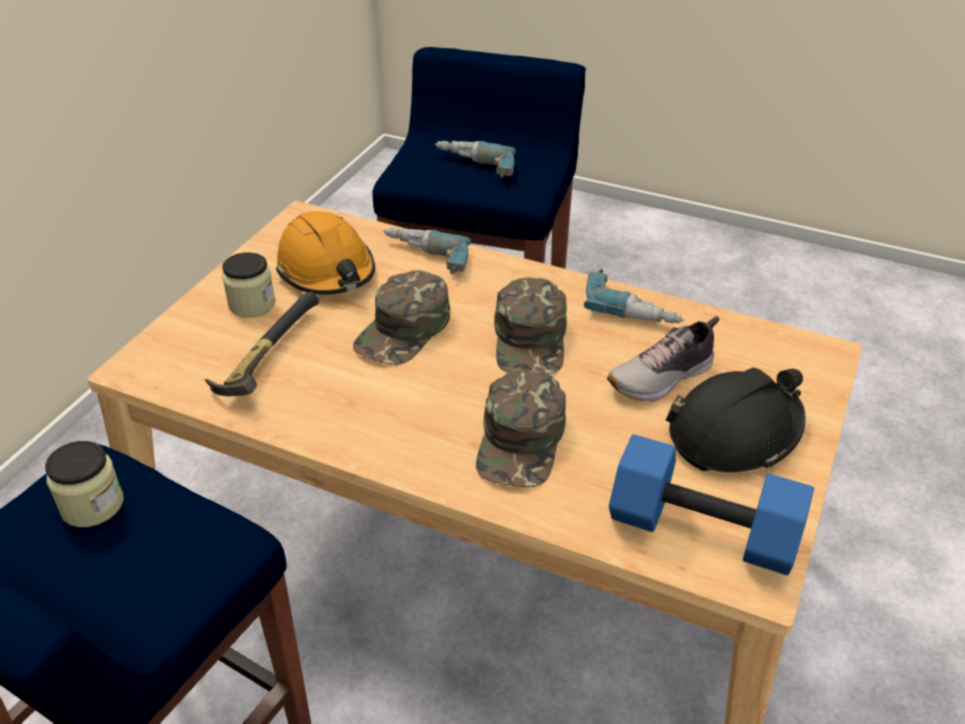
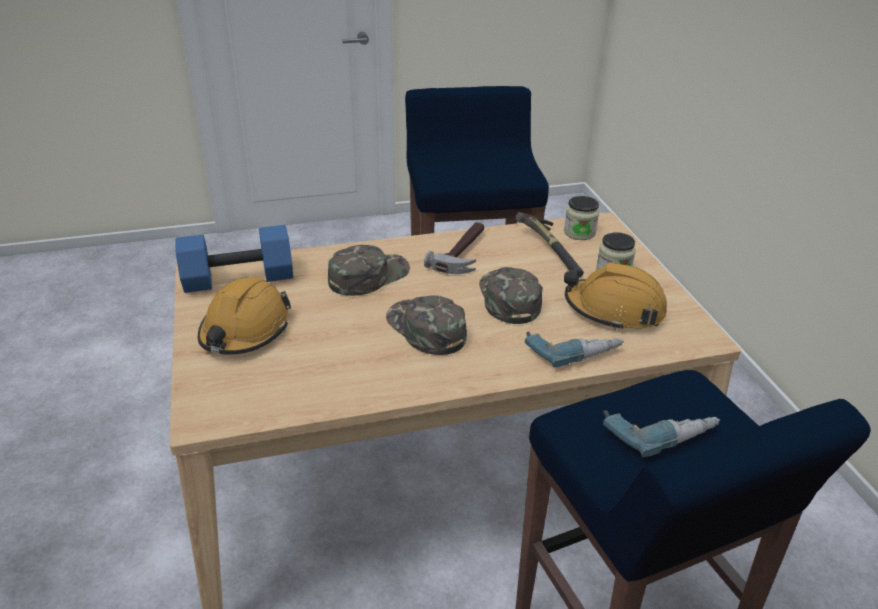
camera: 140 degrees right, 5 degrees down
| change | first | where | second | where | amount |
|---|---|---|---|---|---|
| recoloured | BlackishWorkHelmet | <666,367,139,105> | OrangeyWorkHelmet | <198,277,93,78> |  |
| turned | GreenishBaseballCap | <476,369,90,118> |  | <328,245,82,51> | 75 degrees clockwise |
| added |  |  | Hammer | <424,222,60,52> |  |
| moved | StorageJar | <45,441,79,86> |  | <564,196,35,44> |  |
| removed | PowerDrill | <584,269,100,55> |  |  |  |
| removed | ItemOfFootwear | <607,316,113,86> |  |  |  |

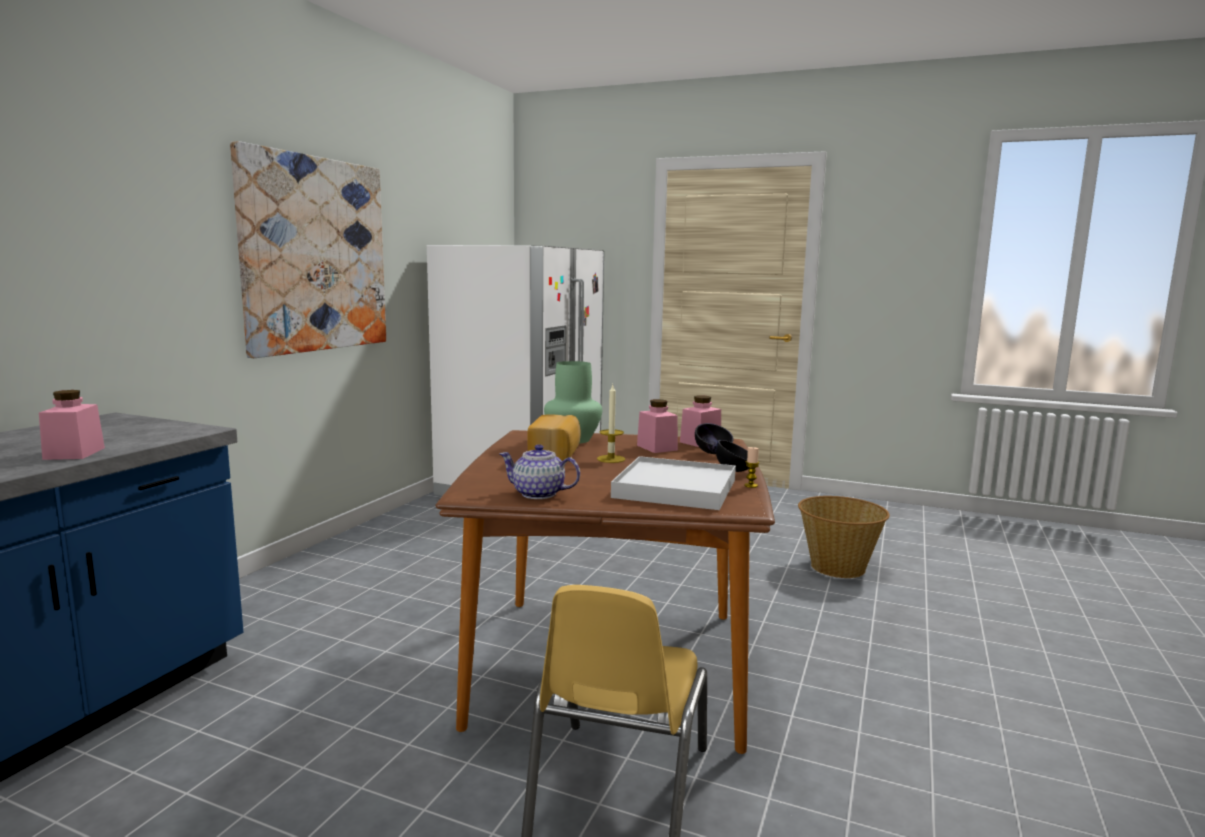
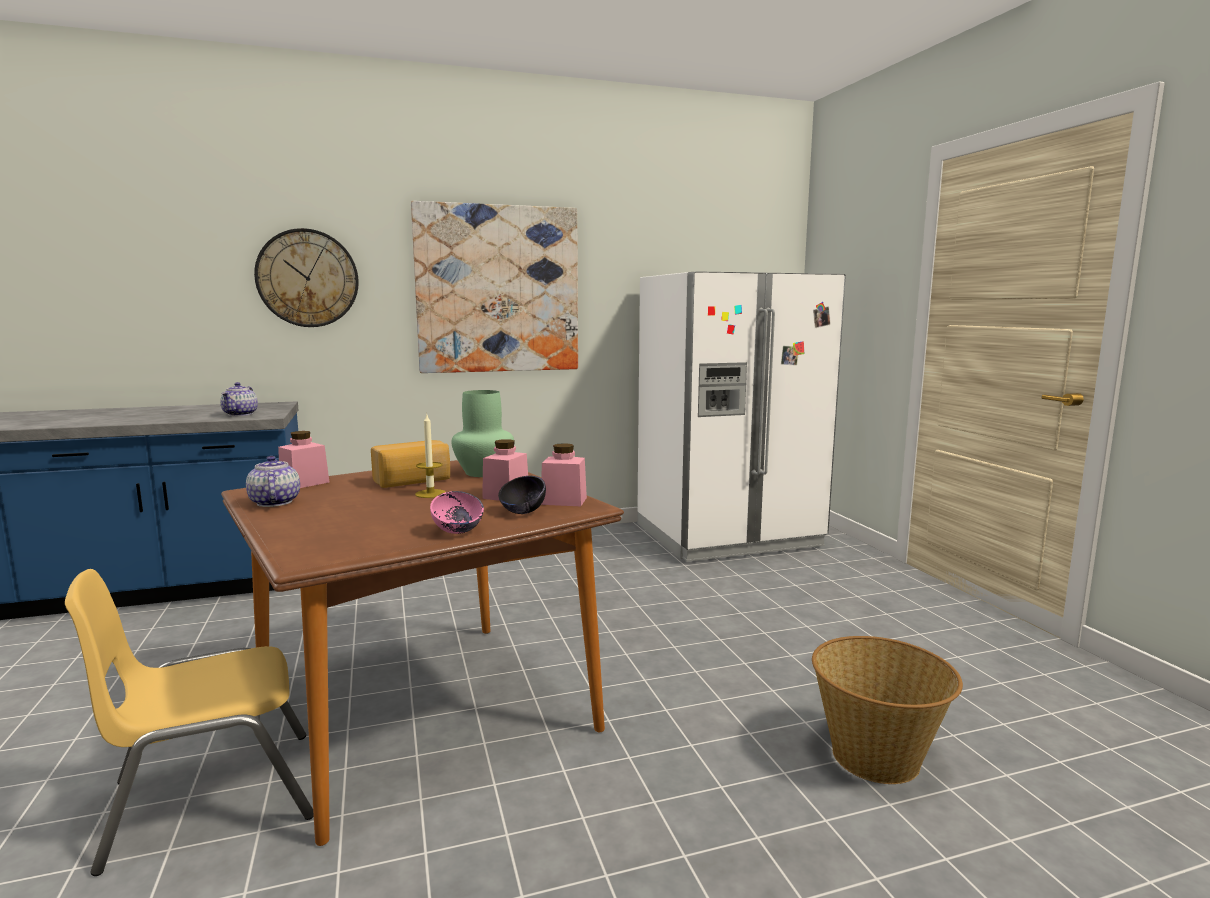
camera: 50 degrees right, 0 degrees up
| change | first | where | second | where | amount |
|---|---|---|---|---|---|
| added |  |  | TeaPot | <220,382,38,34> |  |
| added |  |  | HangingClock | <254,228,105,99> |  |
| moved | PinkColouredStorageJar | <39,390,66,70> |  | <278,431,51,57> |  |
| recoloured | BlackishBowl | <716,440,33,32> | PinkColouredBowl | <430,491,54,43> |  |
| removed | WhiteServingTray | <611,456,125,54> |  |  |  |
| removed | WaxLight | <744,447,15,41> |  |  |  |

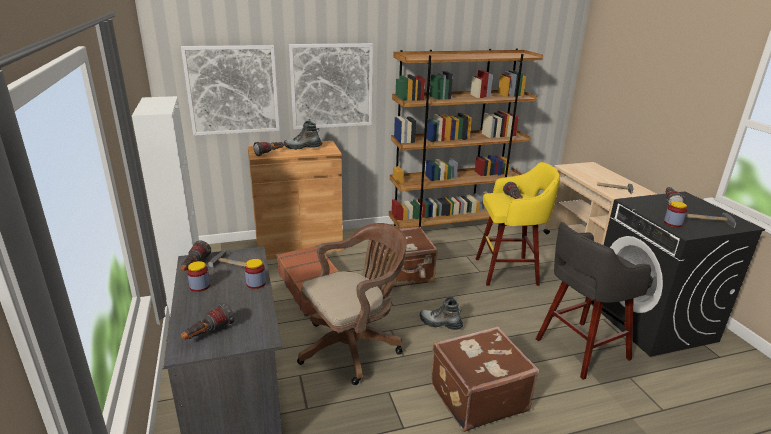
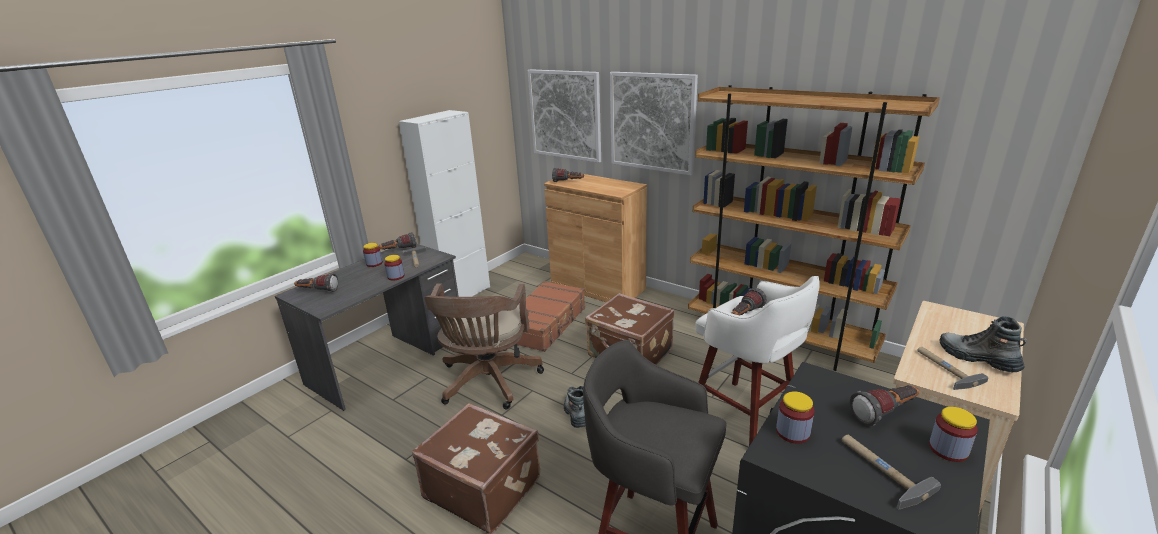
camera: 55 degrees right, 0 degrees up
| change | first | where | second | where | amount |
|---|---|---|---|---|---|
| turned | BrownColouredDeskChair | <297,223,110,162> |  | <424,284,120,126> | 75 degrees clockwise |
| recoloured | YellowStoolSeat | <476,162,84,124> | WhiteStoolSeat | <695,276,125,170> |  |
| added |  |  | StorageJar | <929,407,49,55> |  |
| moved | TallBoot | <284,121,38,29> |  | <940,316,87,56> |  |

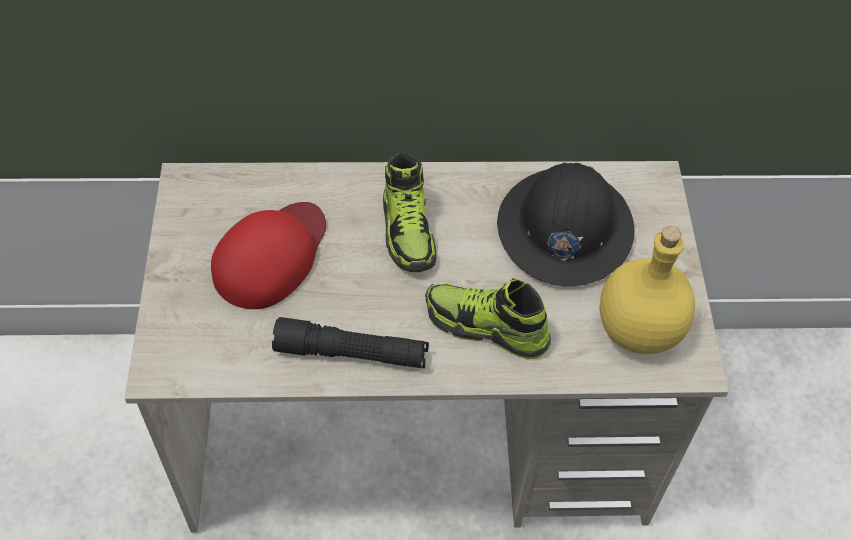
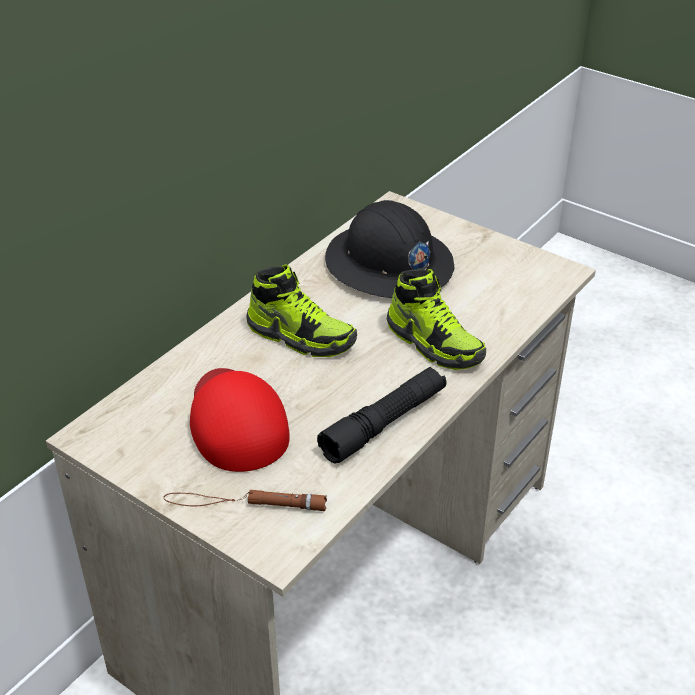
camera: 50 degrees left, 15 degrees down
| change | first | where | second | where | amount |
|---|---|---|---|---|---|
| added |  |  | BrownColouredTorch | <164,490,163,21> |  |
| turned | ItemOfFootwear | <425,278,126,81> |  | <387,269,99,101> | 105 degrees counterclockwise |
| removed | YellowBottle | <600,226,95,128> |  |  |  |

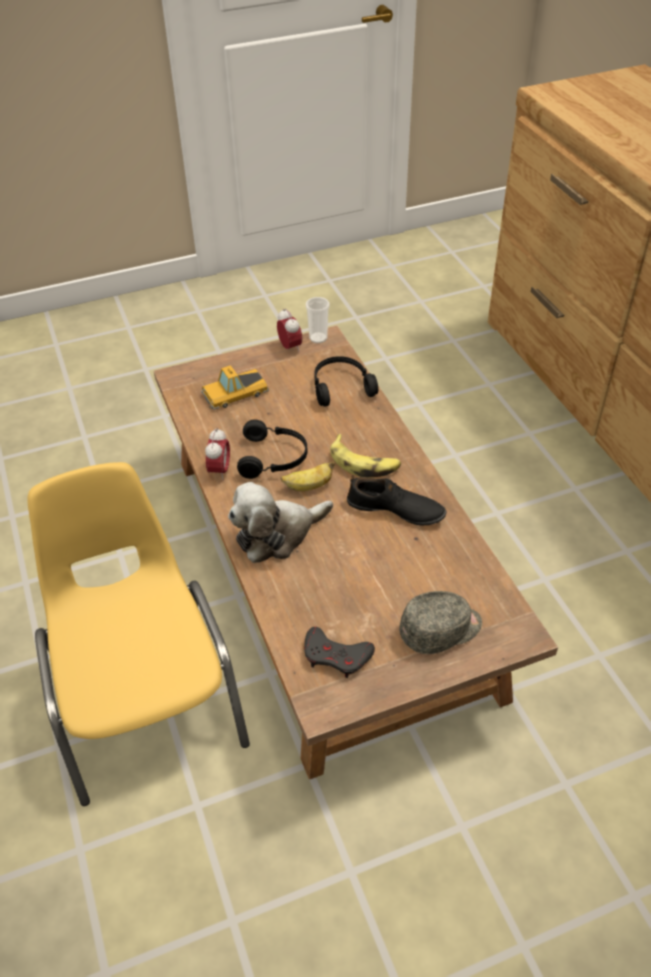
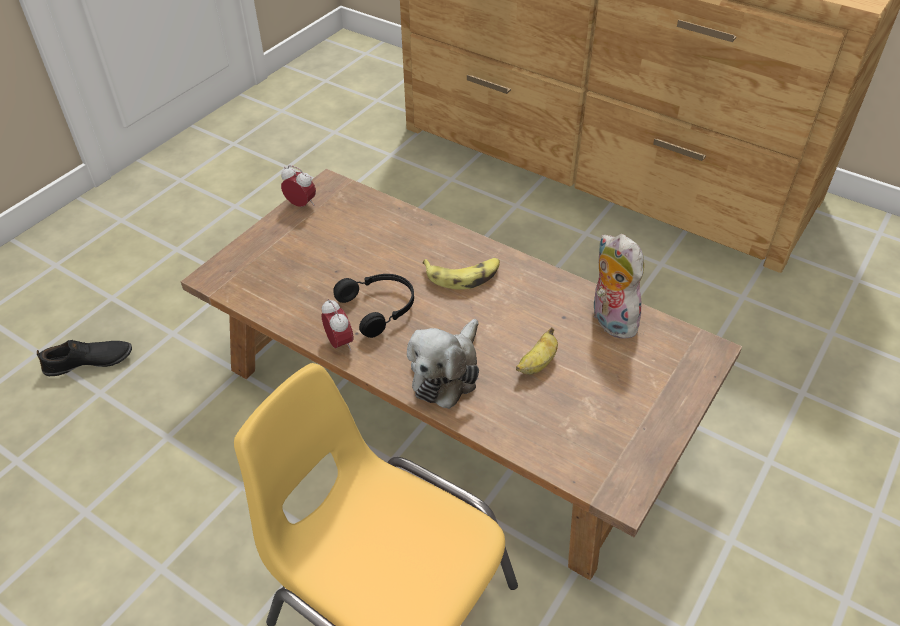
camera: 35 degrees left, 0 degrees up
| change | first | where | second | where | amount |
|---|---|---|---|---|---|
| moved | BlackishItemOfFootwear | <347,475,99,50> |  | <37,340,95,36> |  |
| moved | WholeBanana | <280,461,55,30> |  | <516,328,42,47> |  |
| added |  |  | CuddlyToy | <592,234,52,105> |  |
| removed | ModelCar | <201,365,68,45> |  |  |  |
| removed | GreyishGameController | <304,627,71,51> |  |  |  |
| removed | DrinkingCup | <306,297,24,46> |  |  |  |
| removed | BlackishPairOfHeadphones | <314,356,64,50> |  |  |  |
| removed | GreyishBaseballCap | <399,591,83,63> |  |  |  |

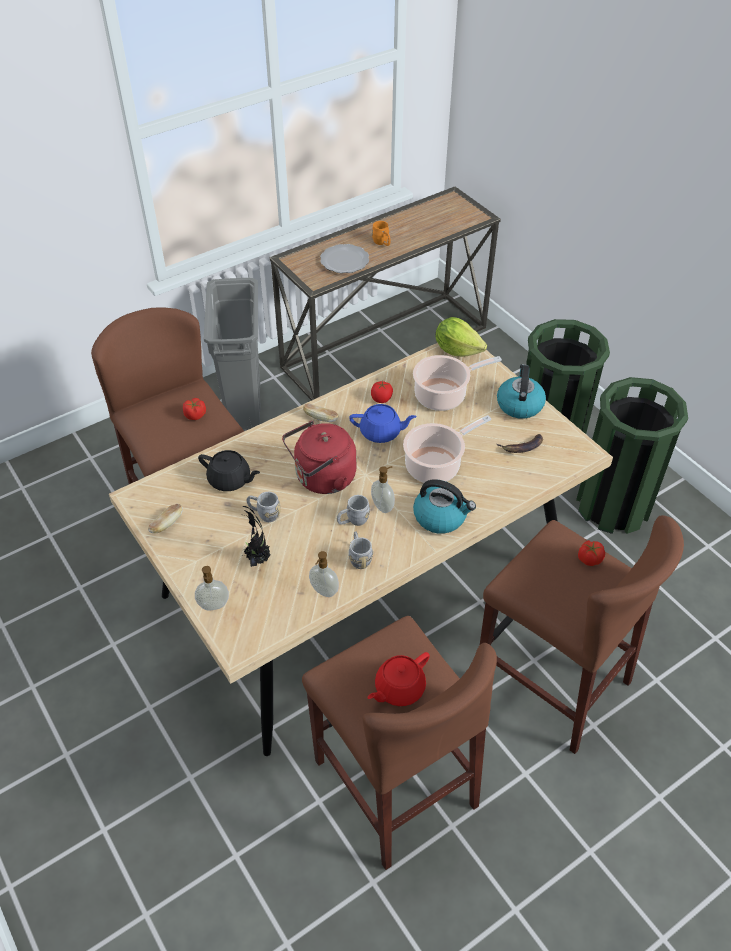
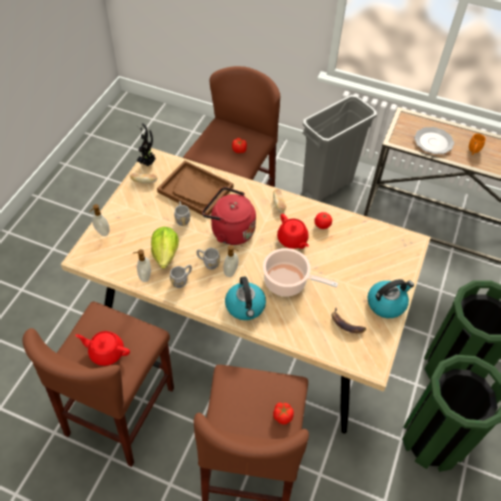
camera: 55 degrees right, 5 degrees up
| change | first | where | second | where | amount |
|---|---|---|---|---|---|
| moved | PlantInAPot | <242,506,28,61> |  | <136,123,20,43> |  |
| moved | HeadOfLettuce | <435,317,52,40> |  | <151,227,28,42> |  |
| replaced | BlackishTeaPot | <198,450,62,41> | BrownColouredServingTray | <157,160,76,55> |  |
| recoloured | BlueTeaPot | <349,404,68,39> | RedColouredTeaPot | <277,214,32,35> |  |
| removed | Saucepot | <413,355,89,56> |  |  |  |

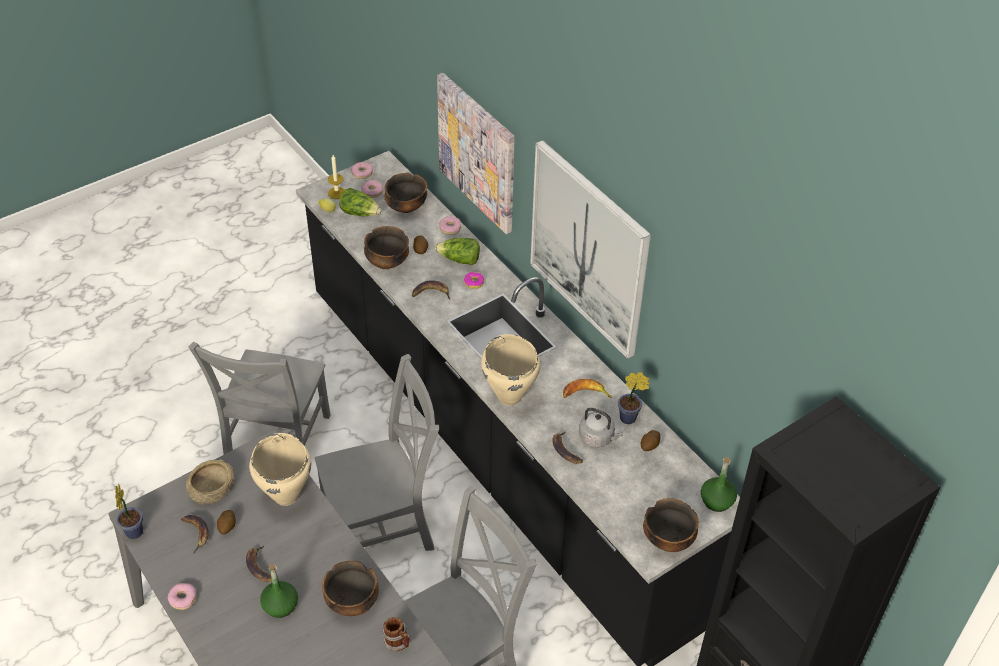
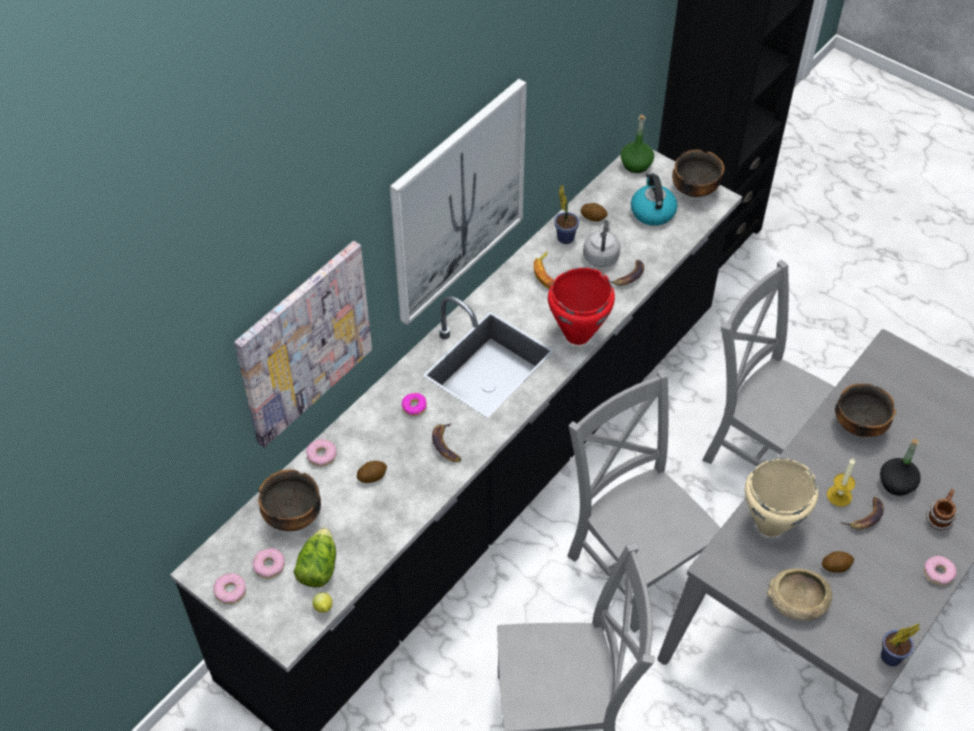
camera: 105 degrees left, 5 degrees up
| change | first | where | second | where | amount |
|---|---|---|---|---|---|
| recoloured | SandColouredSaucepot | <481,334,60,72> | RedColouredSaucepot | <548,268,67,77> |  |
| added |  |  | TeaKettle | <631,173,46,53> |  |
| moved | WaxLight | <328,155,17,44> |  | <827,458,28,48> |  |
| recoloured | GreenishBottle | <260,564,38,54> | BlackishBottle | <880,439,41,57> |  |
| moved | TeaMug | <383,617,27,34> |  | <926,489,31,42> |  |
| removed | WholeBanana | <181,515,28,39> |  |  |  |
| removed | Bowl | <364,226,45,43> |  |  |  |
| removed | HeadOfLettuce | <435,238,45,27> |  |  |  |

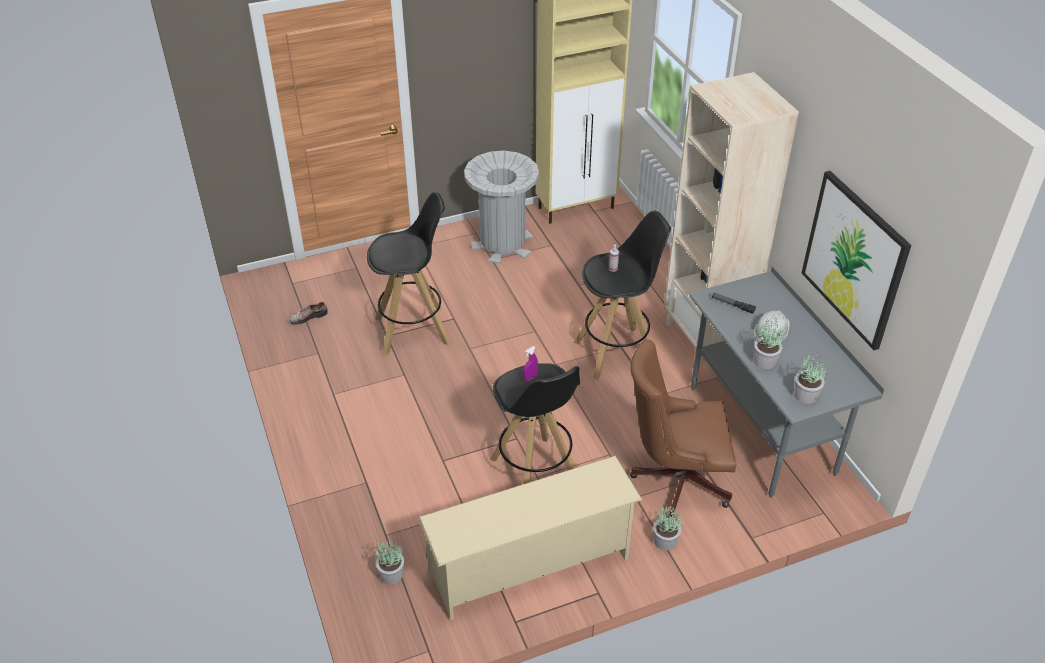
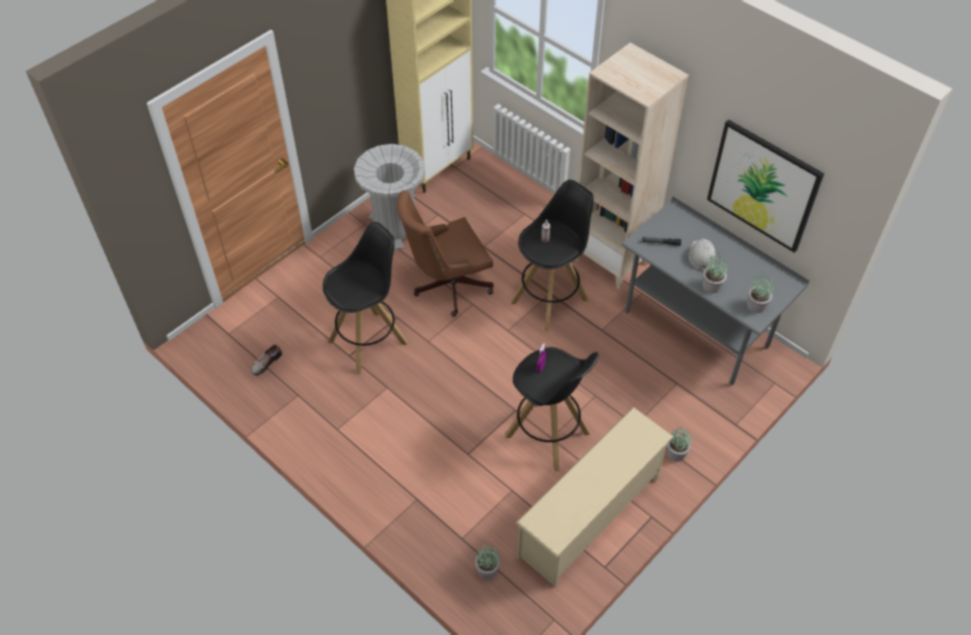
camera: 25 degrees left, 10 degrees up
| change | first | where | second | where | amount |
|---|---|---|---|---|---|
| moved | BrownColouredDeskChair | <630,340,106,178> |  | <397,190,97,127> |  |

